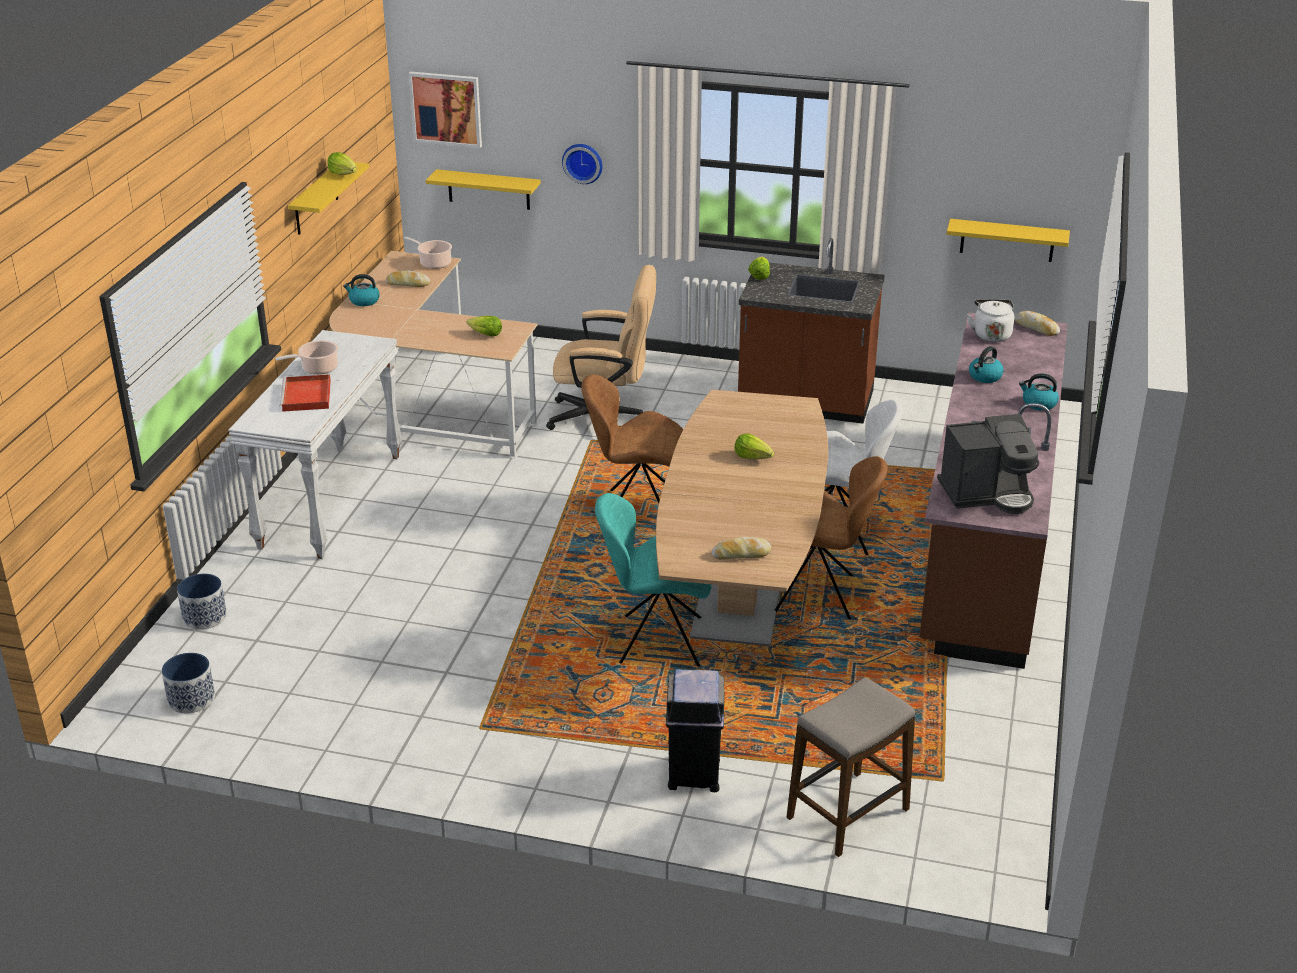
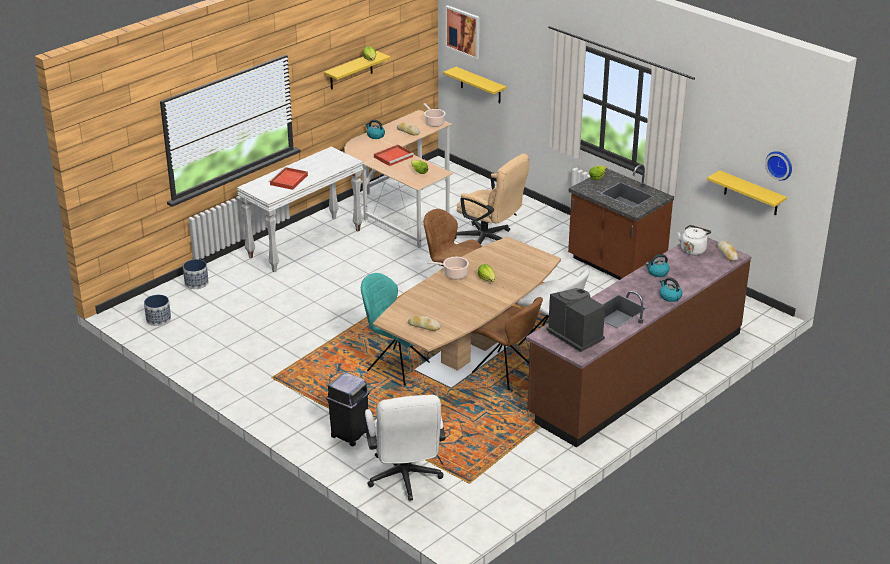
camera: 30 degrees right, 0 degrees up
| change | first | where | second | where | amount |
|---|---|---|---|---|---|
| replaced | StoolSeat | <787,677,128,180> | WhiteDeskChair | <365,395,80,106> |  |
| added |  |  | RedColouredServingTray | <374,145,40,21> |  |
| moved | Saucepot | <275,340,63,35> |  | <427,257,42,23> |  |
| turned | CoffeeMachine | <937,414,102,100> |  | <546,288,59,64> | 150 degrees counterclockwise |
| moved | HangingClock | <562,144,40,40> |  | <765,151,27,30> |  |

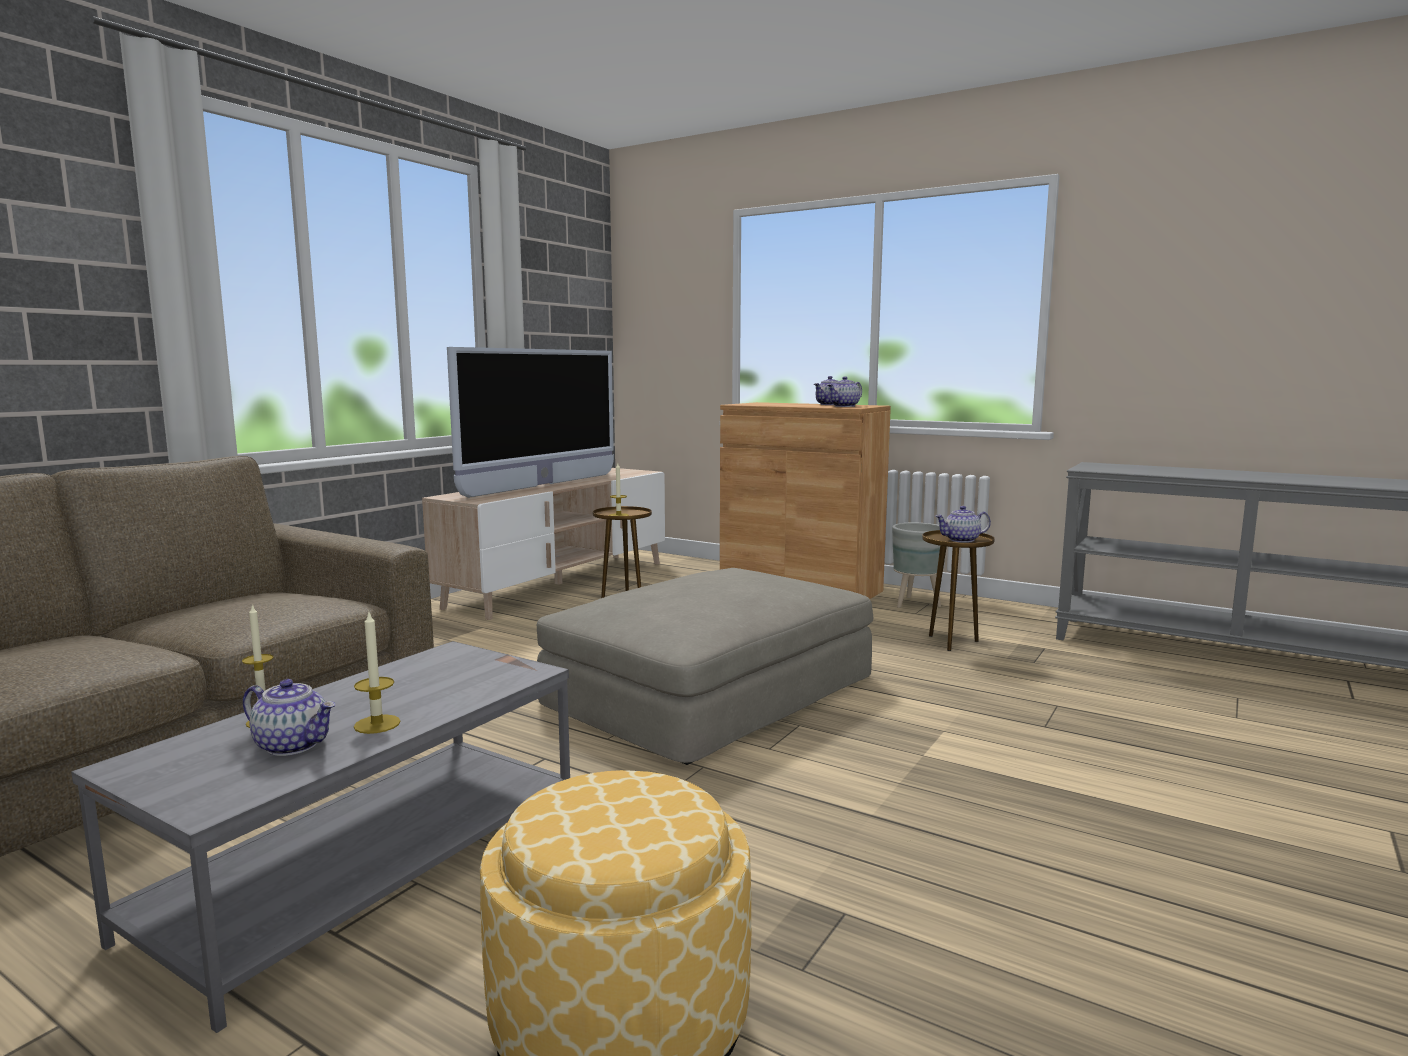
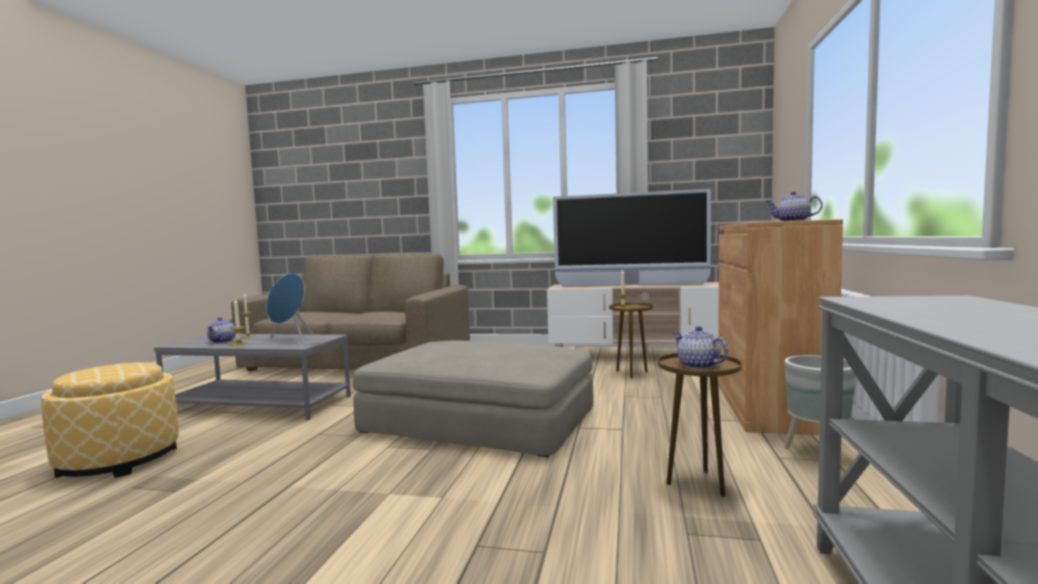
camera: 70 degrees right, 5 degrees down
| change | first | where | second | where | amount |
|---|---|---|---|---|---|
| added |  |  | BlueAudioSpeaker | <266,273,47,69> |  |
| removed | TeaPot | <828,376,34,31> |  |  |  |

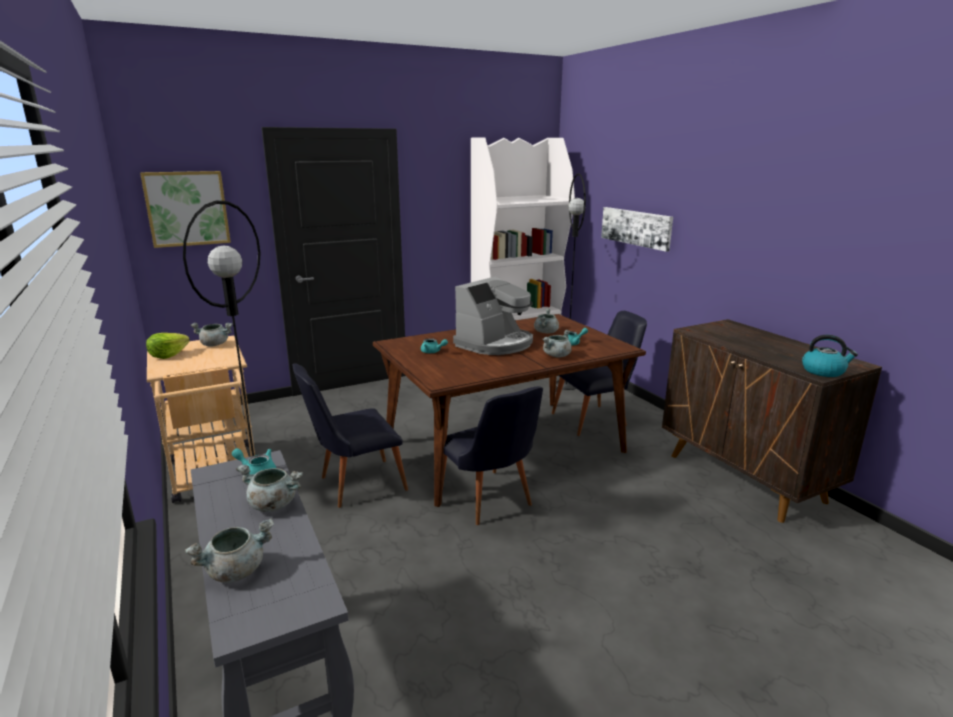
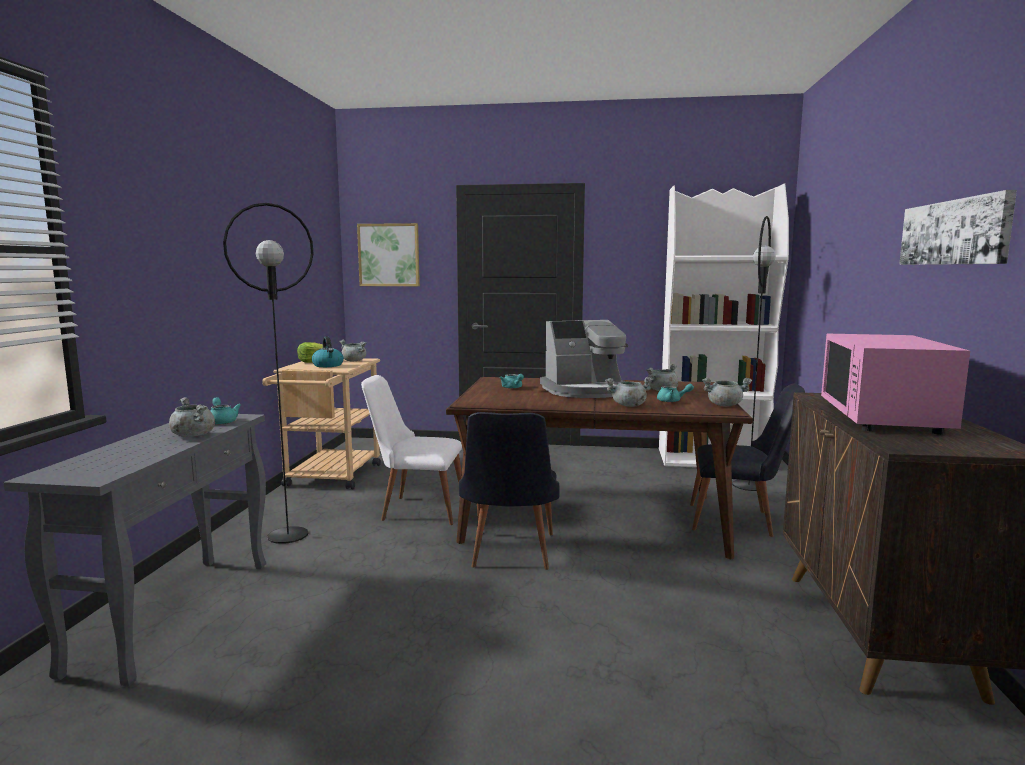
camera: 35 degrees right, 10 degrees down
| change | first | where | second | where | amount |
|---|---|---|---|---|---|
| moved | TeaKettle | <802,335,56,42> |  | <312,336,32,31> |  |
| recoloured | BlackishUprightChair | <293,363,115,145> | WhiteUprightChair | <361,375,101,150> |  |
| moved | GreyishSaucepot | <185,518,89,65> |  | <702,378,50,29> |  |
| added |  |  | PinkColouredMicrowaveOven | <821,334,149,101> |  |
| moved | Picture | <601,207,72,45> |  | <899,190,118,75> |  |

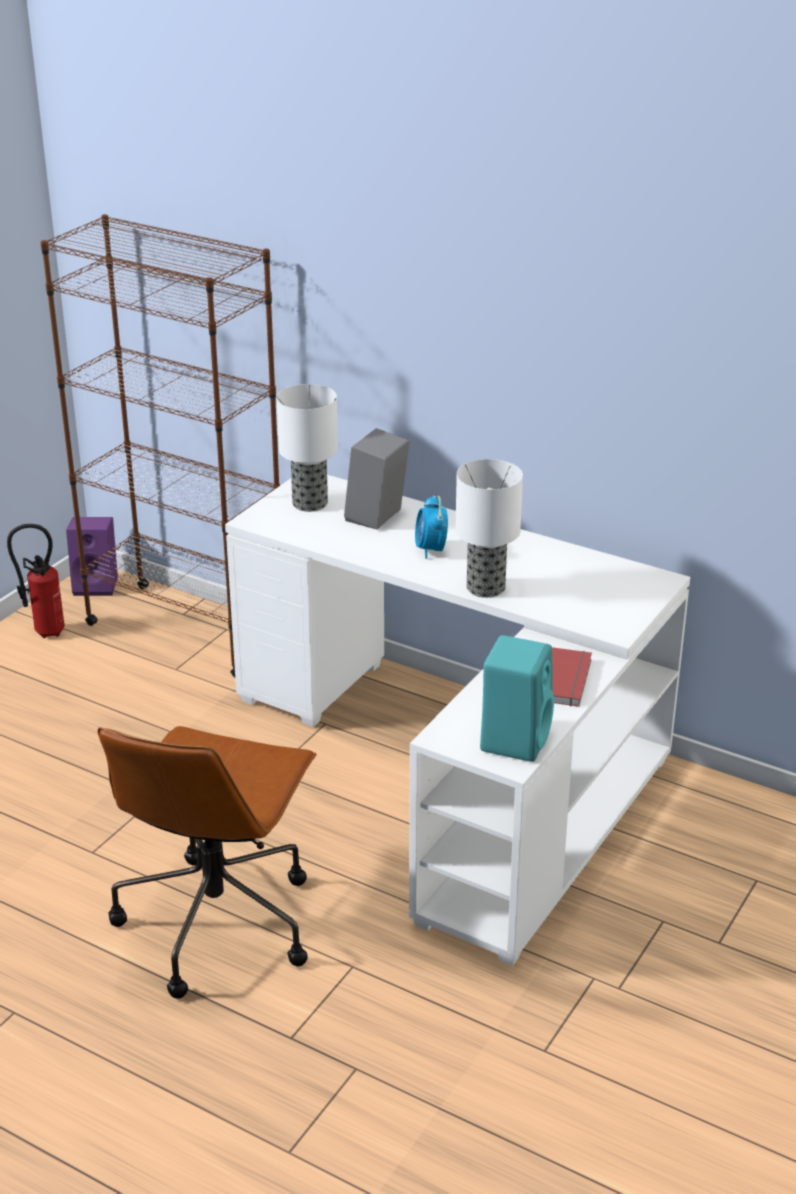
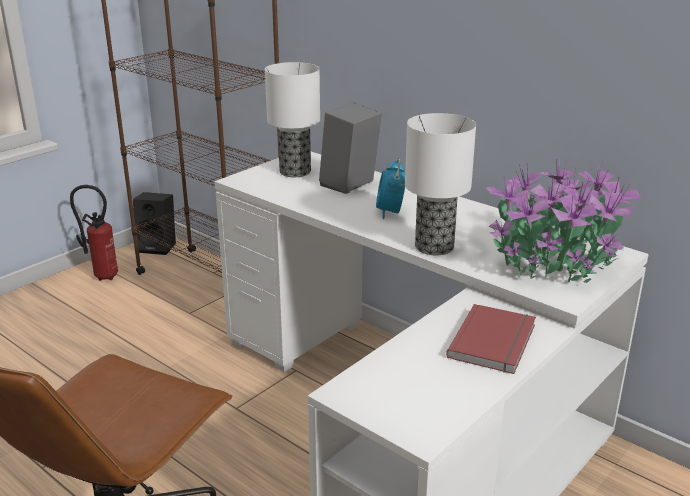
camera: 10 degrees right, 5 degrees down
| change | first | where | second | where | amount |
|---|---|---|---|---|---|
| recoloured | PurpleAudioSpeaker | <66,517,52,79> | BlackishAudioSpeaker | <133,192,43,63> |  |
| added |  |  | PlantInAPot | <487,156,154,127> |  |
| removed | TurquoiseAudioSpeaker | <480,635,74,127> |  |  |  |

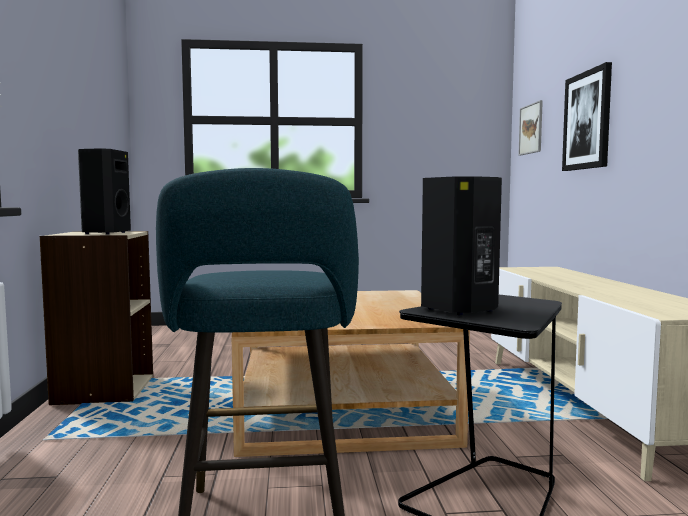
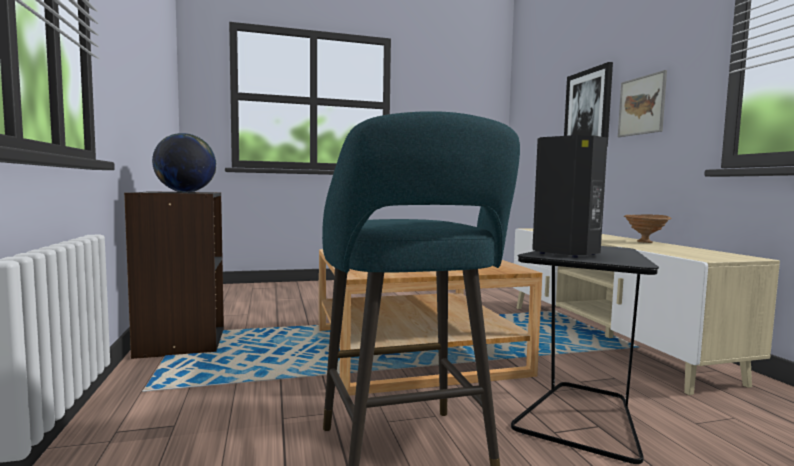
camera: 10 degrees left, 0 degrees up
| change | first | where | second | where | amount |
|---|---|---|---|---|---|
| recoloured | SandColouredBookshelf | <40,231,113,174> | BlackishBookshelf | <124,191,100,168> |  |
| replaced | BlackishAudioSpeaker | <78,148,53,87> | DeskGlobe | <152,133,64,60> |  |
| moved | Picture | <518,100,25,56> |  | <618,70,49,67> |  |
| added |  |  | BrownColouredBowl | <624,215,47,28> |  |

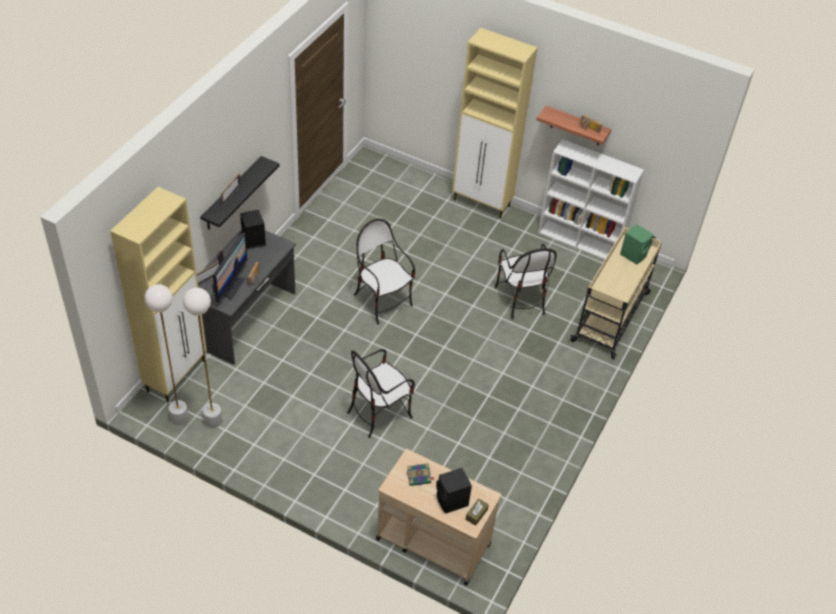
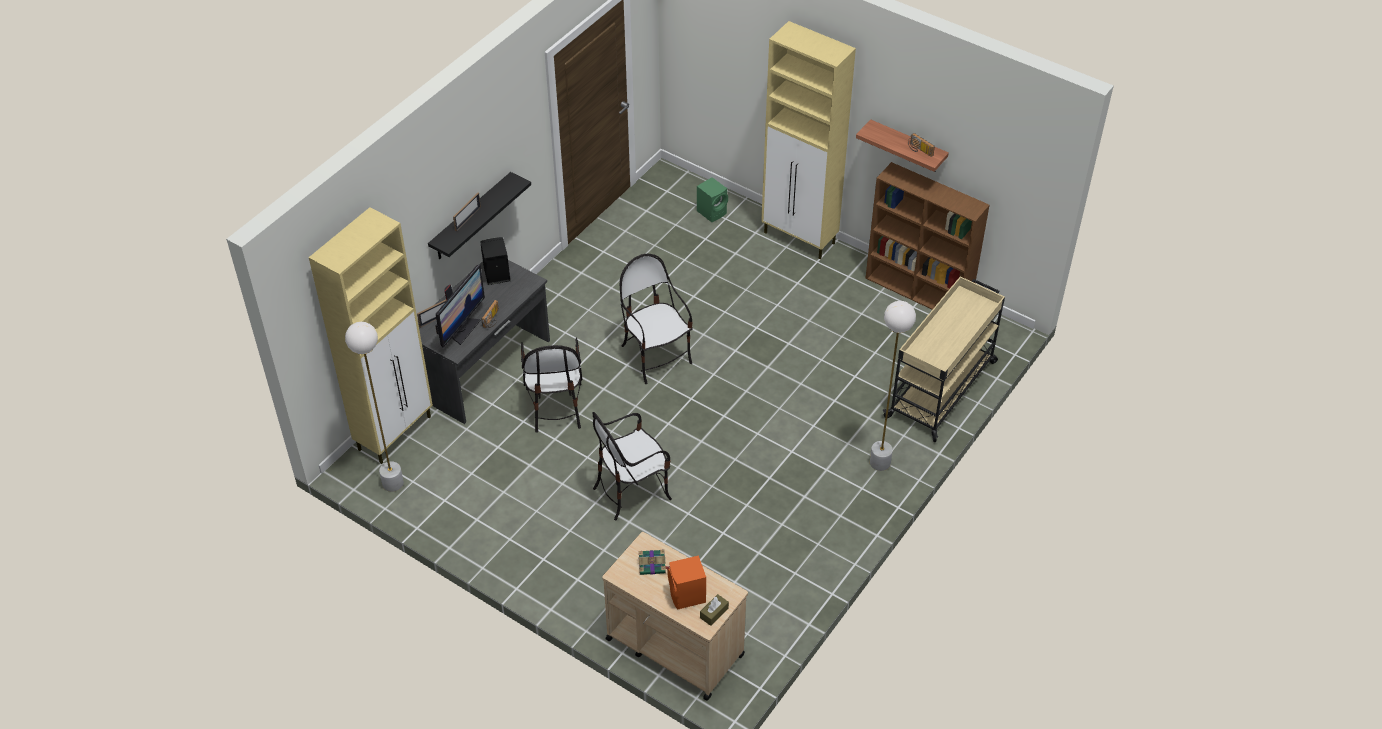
camera: 10 degrees right, 0 degrees up
| change | first | where | second | where | amount |
|---|---|---|---|---|---|
| moved | UprightChair | <494,244,63,76> |  | <521,337,61,96> |  |
| recoloured | BlackishAudioSpeaker | <436,468,36,45> | OrangeyAudioSpeaker | <668,555,38,55> |  |
| moved | GreenishAudioSpeaker | <620,224,33,41> |  | <697,177,31,45> |  |
| recoloured | WhiteBookshelf | <538,139,106,120> | BrownColouredBookshelf | <865,162,125,148> |  |
| moved | WhiteFloorLamp | <183,288,39,140> |  | <870,301,46,170> |  |

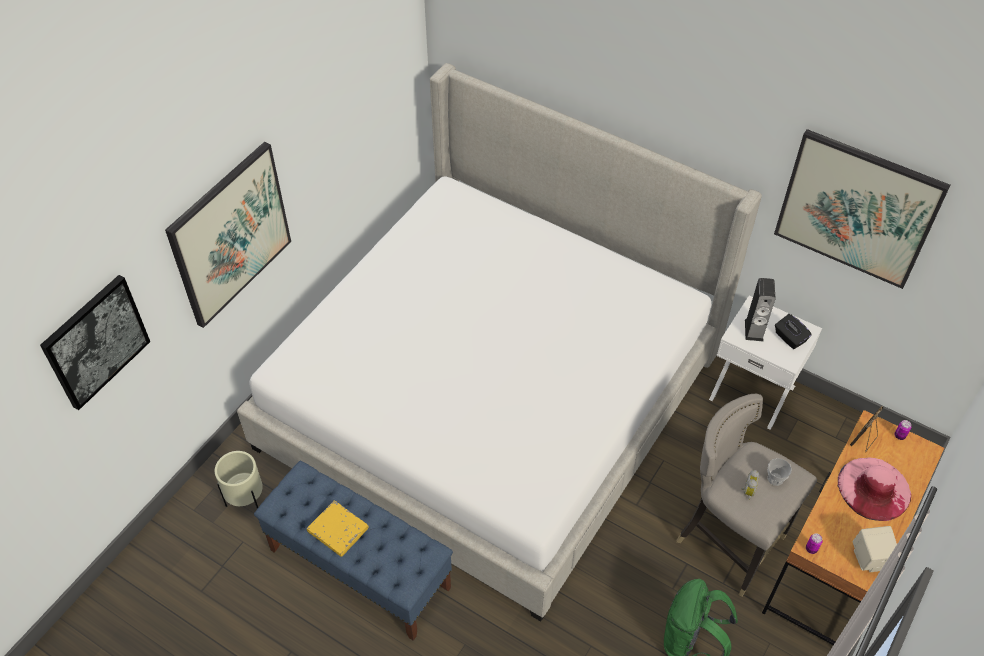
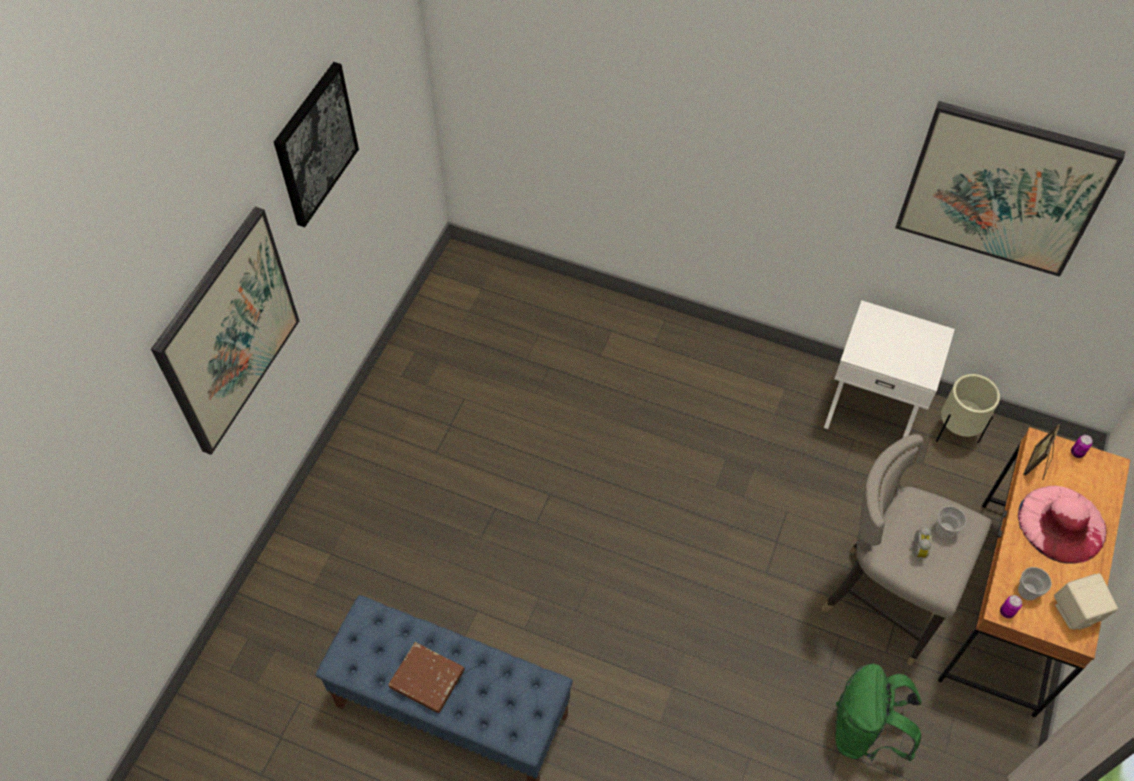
camera: 10 degrees left, 5 degrees up
| change | first | where | second | where | amount |
|---|---|---|---|---|---|
| moved | Picture | <40,275,110,135> |  | <274,62,85,165> |  |
| recoloured | YellowVolume | <307,500,62,57> | BrownColouredVolume | <388,642,77,71> |  |
| moved | SandColouredFlowerPot | <215,451,48,58> |  | <936,374,64,69> |  |
| added |  |  | DrinkingCup | <1018,567,34,33> |  |
| removed | BedroomBed | <237,63,525,559> |  |  |  |
| removed | AudioSpeaker | <745,278,31,64> |  |  |  |
| removed | BlackishBoxOfTissues | <775,314,37,35> |  |  |  |

